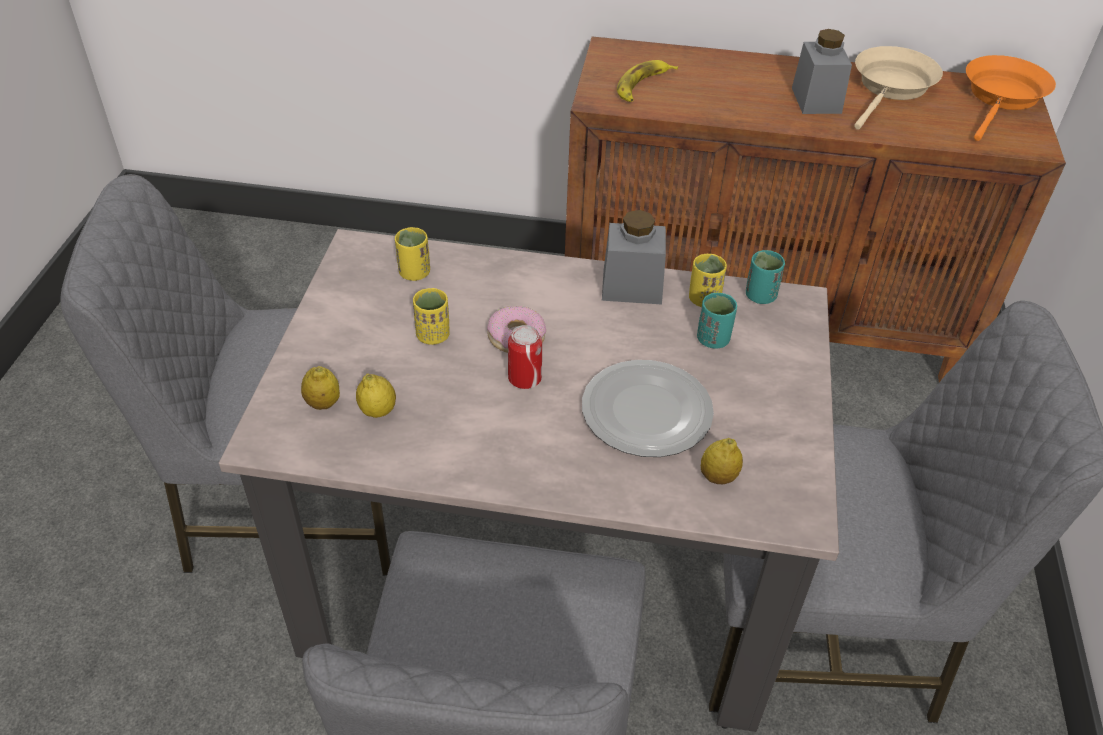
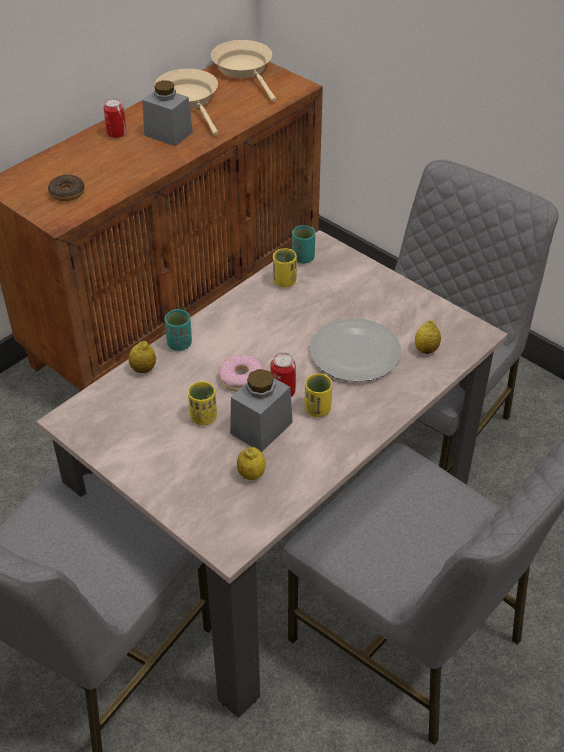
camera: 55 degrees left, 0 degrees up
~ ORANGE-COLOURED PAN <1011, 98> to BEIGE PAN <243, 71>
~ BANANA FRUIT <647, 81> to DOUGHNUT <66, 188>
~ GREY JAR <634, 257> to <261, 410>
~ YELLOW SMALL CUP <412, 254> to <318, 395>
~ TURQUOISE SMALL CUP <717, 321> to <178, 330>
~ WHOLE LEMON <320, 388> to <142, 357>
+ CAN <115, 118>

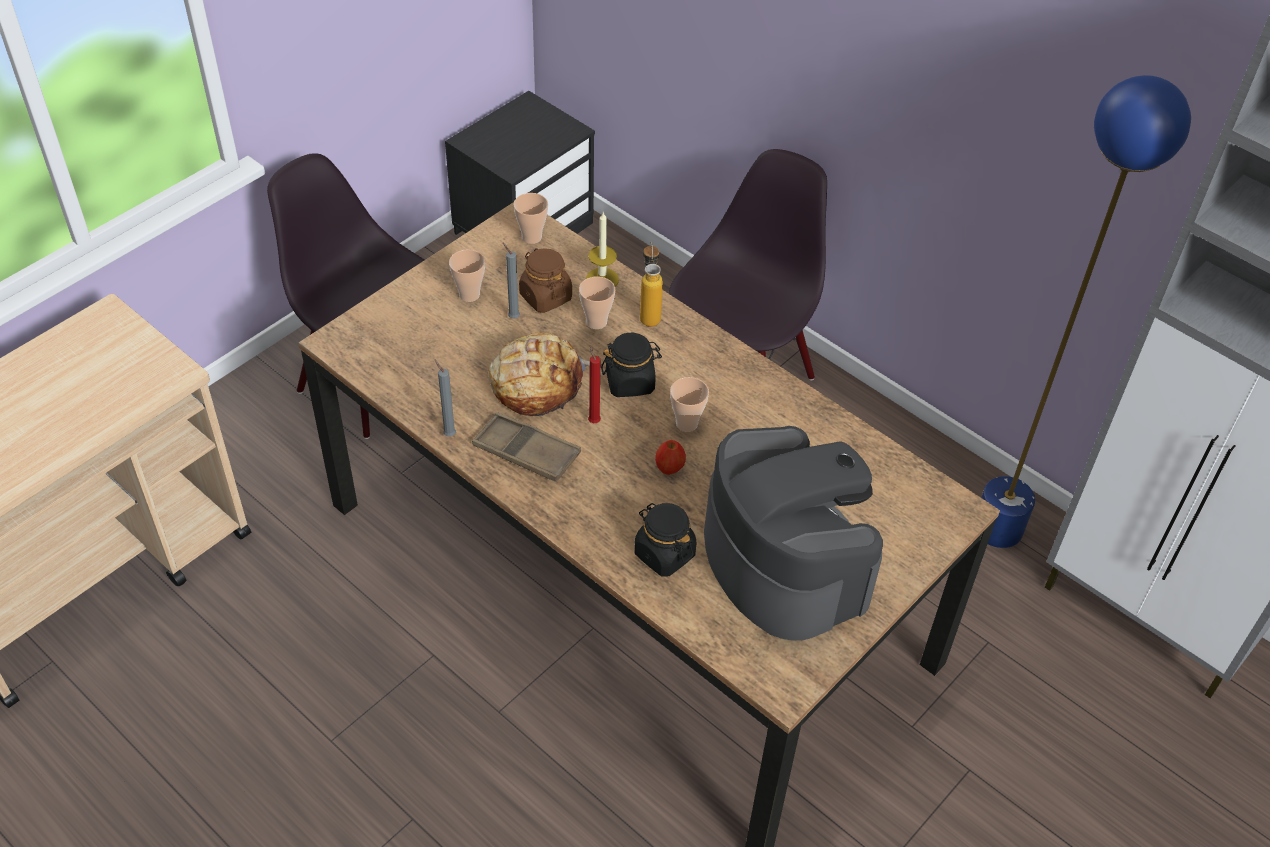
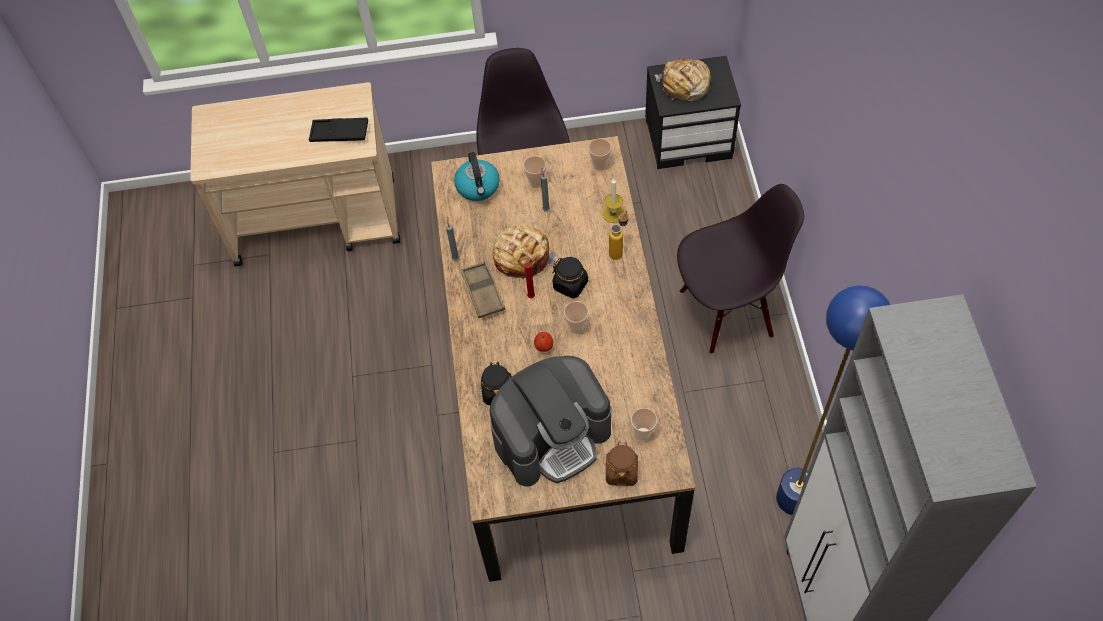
camera: 45 degrees right, 10 degrees up
~ BROWNISH JAR <545, 280> to <622, 464>
~ SMALL CUP <597, 302> to <644, 424>
~ COFFEE BREWER <793, 533> = <550, 421> 45 degrees clockwise
+ BREAD <683, 79>
+ BLACKISH TRAY <338, 130>
+ TEA KETTLE <477, 176>

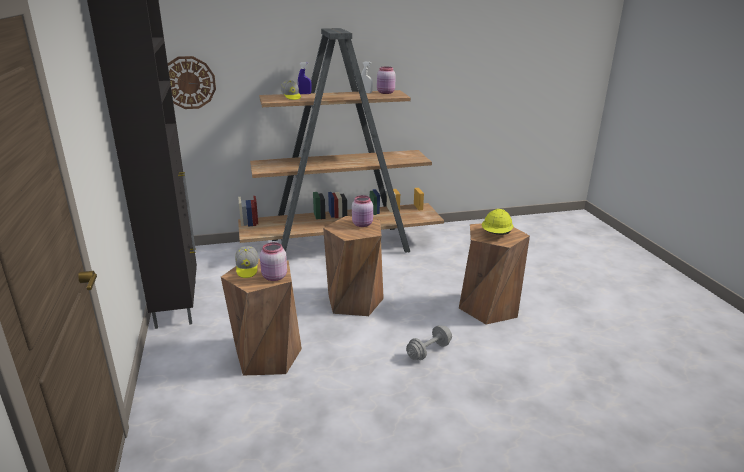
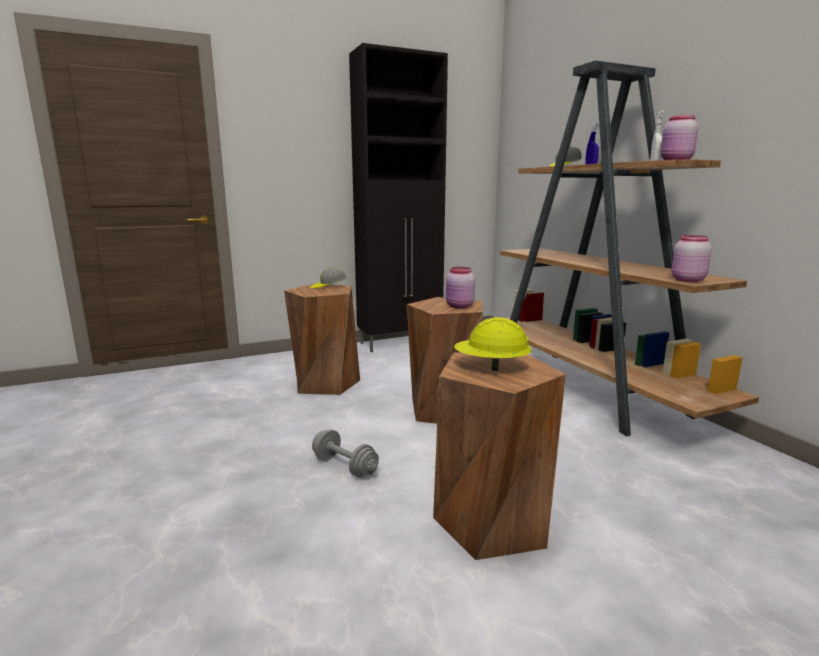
camera: 80 degrees right, 10 degrees down
- WALL CLOCK <192, 82>
~ PINKISH JAR <273, 261> to <691, 258>

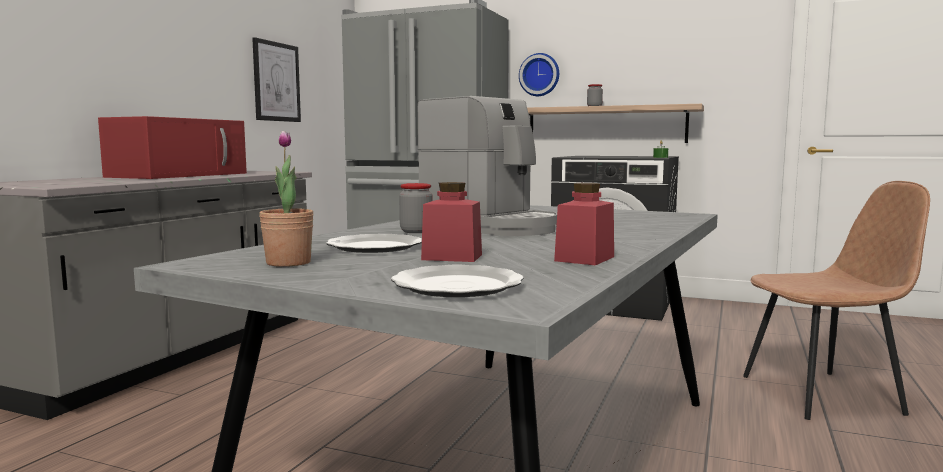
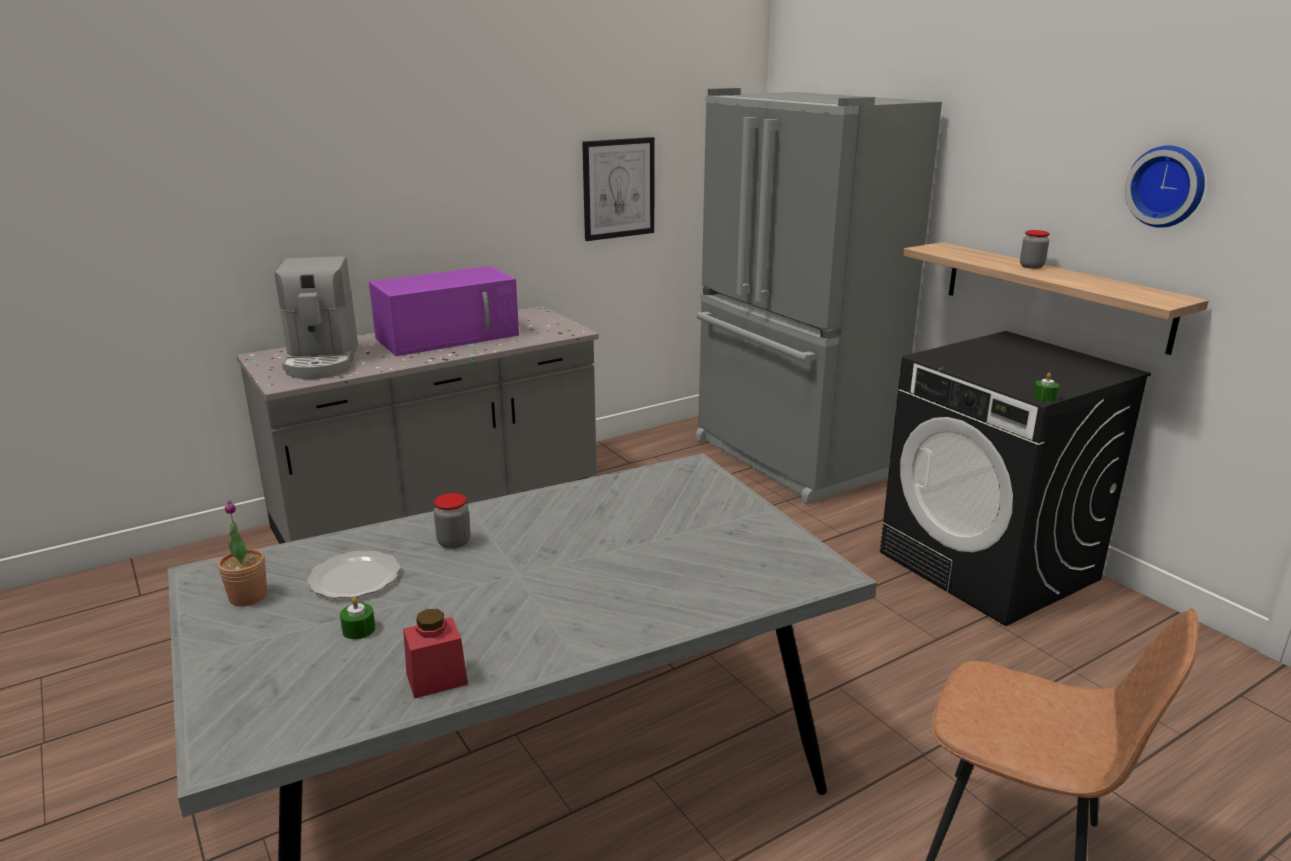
camera: 35 degrees right, 15 degrees up
~ WALL CLOCK <539, 74> to <1165, 186>
~ COFFEE BREWER <487, 166> to <316, 317>
~ RED-COLOURED KITCHEN MICROWAVE <172, 147> to PURPLISH KITCHEN MICROWAVE <444, 311>
~ RED-COLOURED JAR <451, 222> to GREENISH WAX CANDLE <357, 618>
- DINNER PLATE <457, 281>

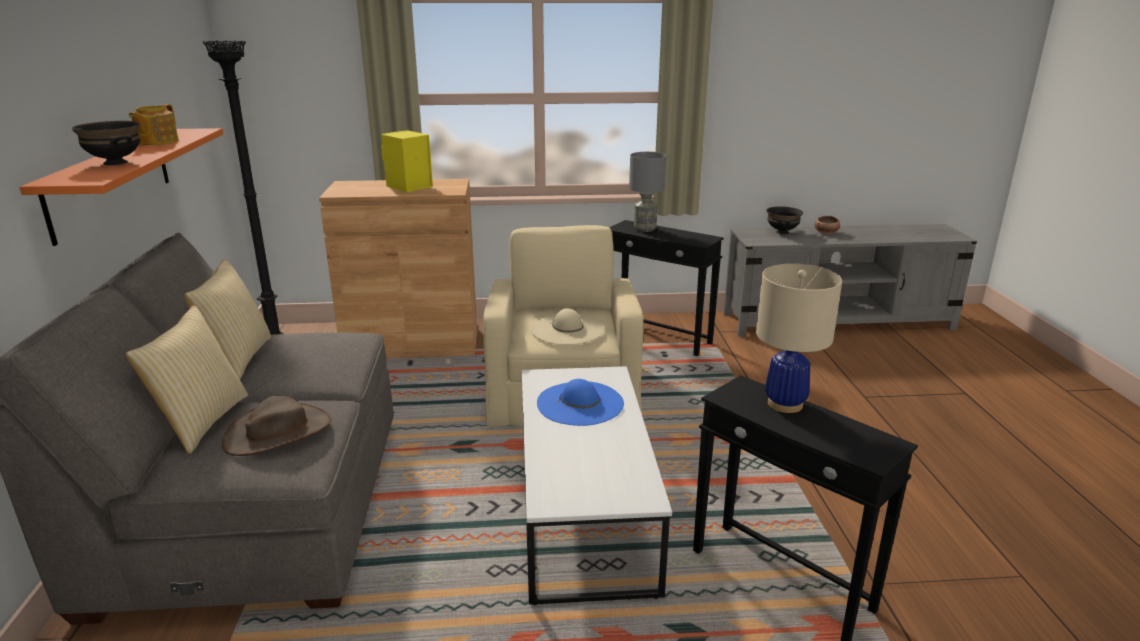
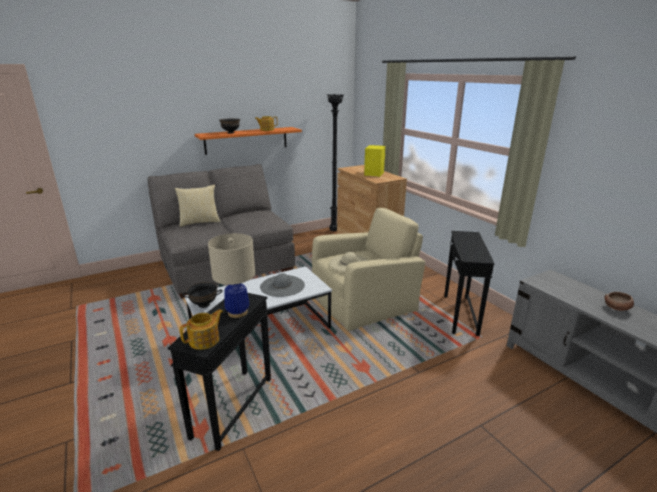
camera: 65 degrees right, 0 degrees up
- GREY TABLETOP LAMP <647, 192>
~ BLACKISH BOWL <785, 220> to <202, 295>
- THROW PILLOW <227, 319>
~ BLUE-COLOURED HAT <580, 402> to GREY HAT <282, 285>
- BROWNISH HAT <276, 426>
+ POT FOR TEA <201, 329>

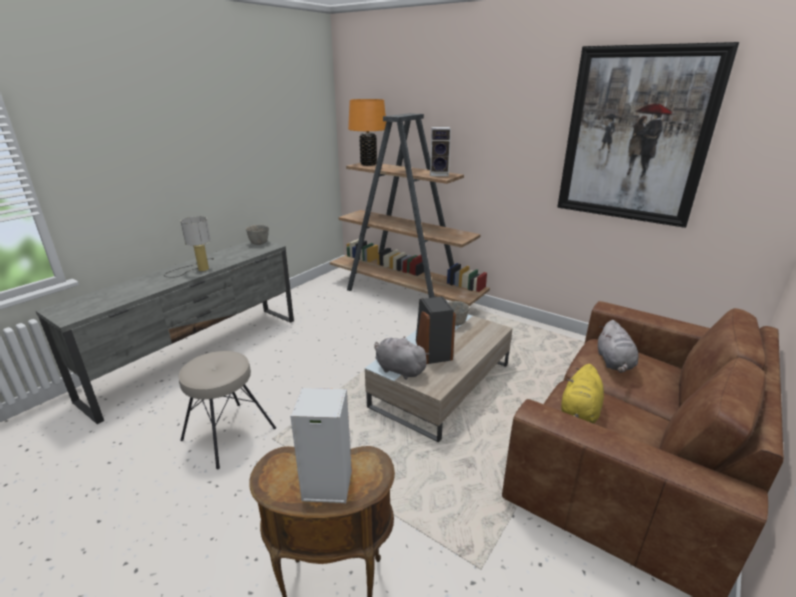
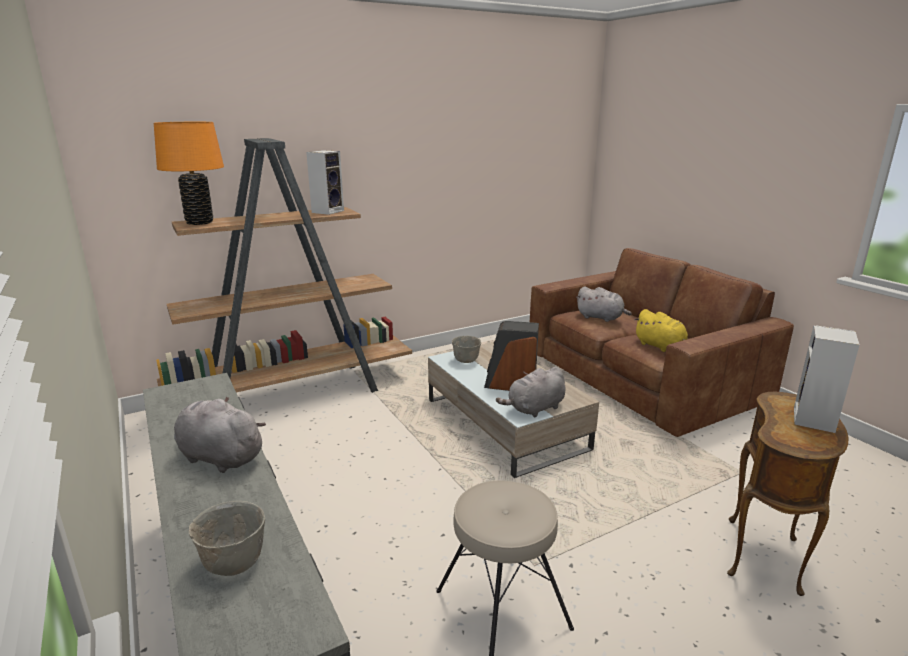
camera: 65 degrees left, 5 degrees down
- WALL ART <648, 135>
~ TABLETOP LAMP <189, 247> to GREY CUDDLY TOY <220, 434>
~ GREY BOWL <257, 234> to <227, 538>

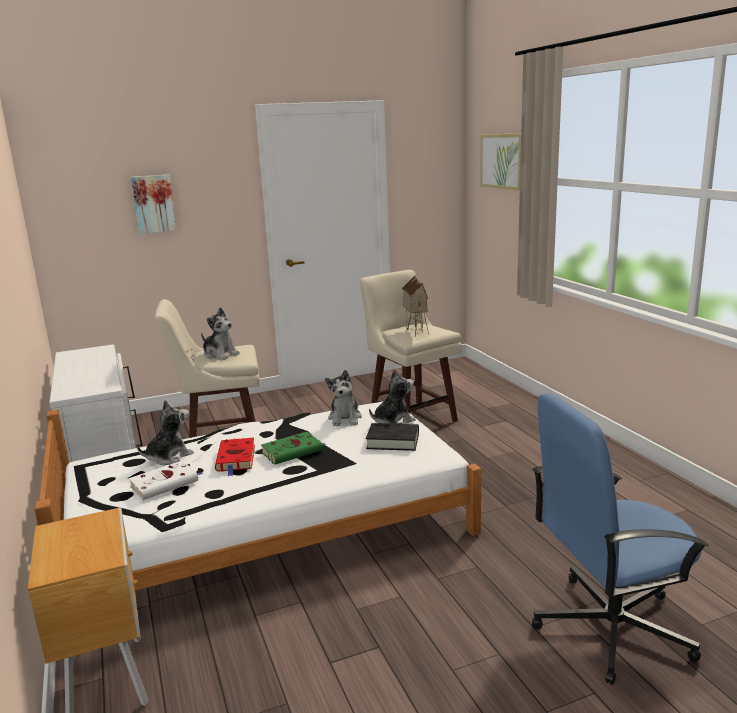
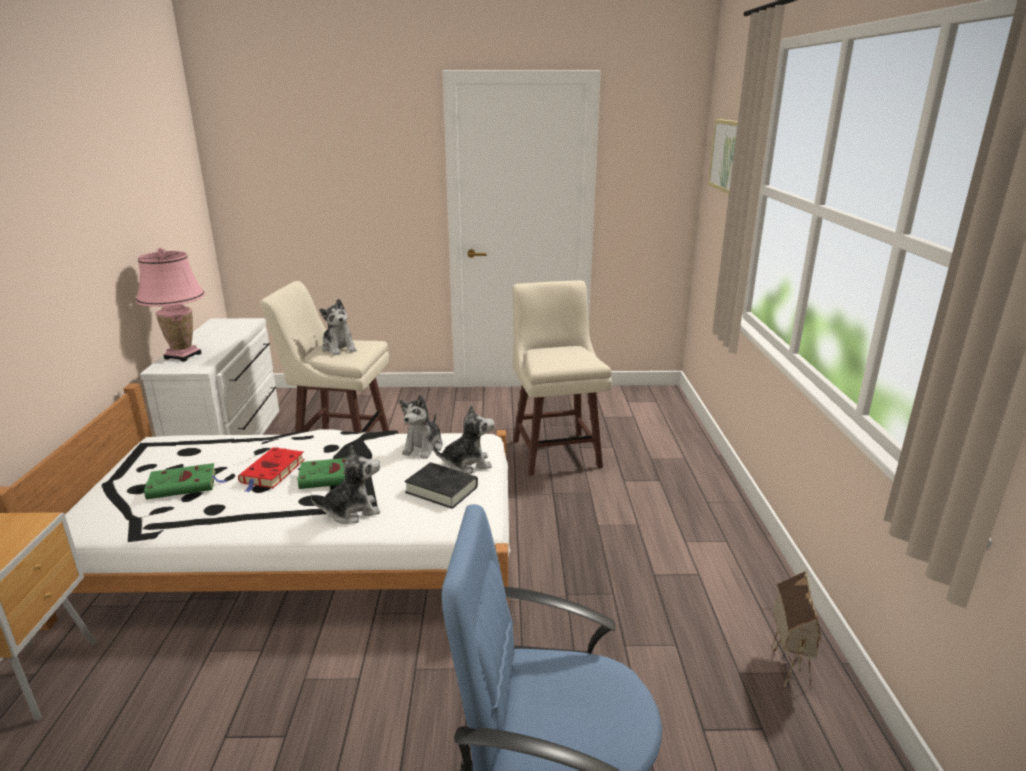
camera: 20 degrees right, 5 degrees up
- WALL ART <154, 204>
~ MODEL HOUSE <415, 306> to <797, 630>
~ CUDDLY TOY <165, 432> to <345, 484>
~ WHITE-COLOURED BOUND BOOK <166, 480> to GREENISH BOUND BOOK <185, 481>
+ PINKISH TABLETOP LAMP <170, 305>

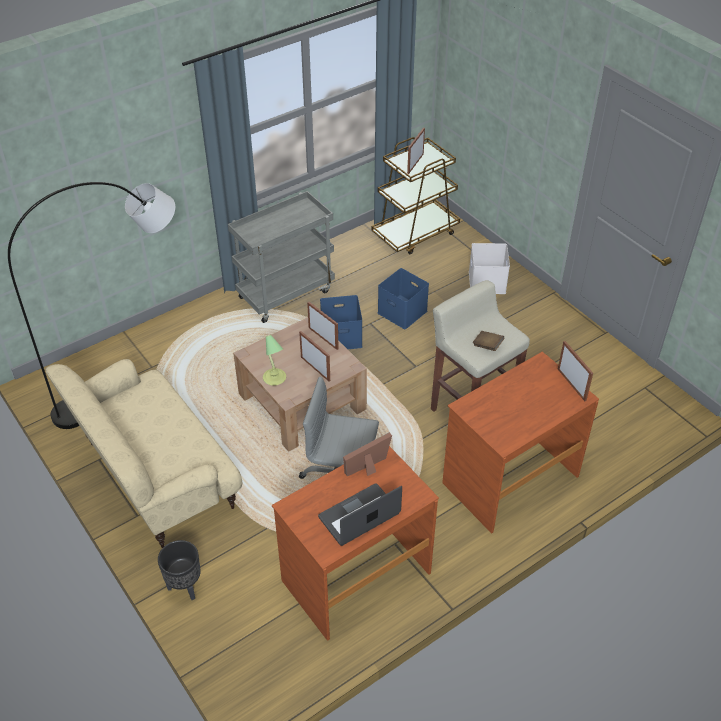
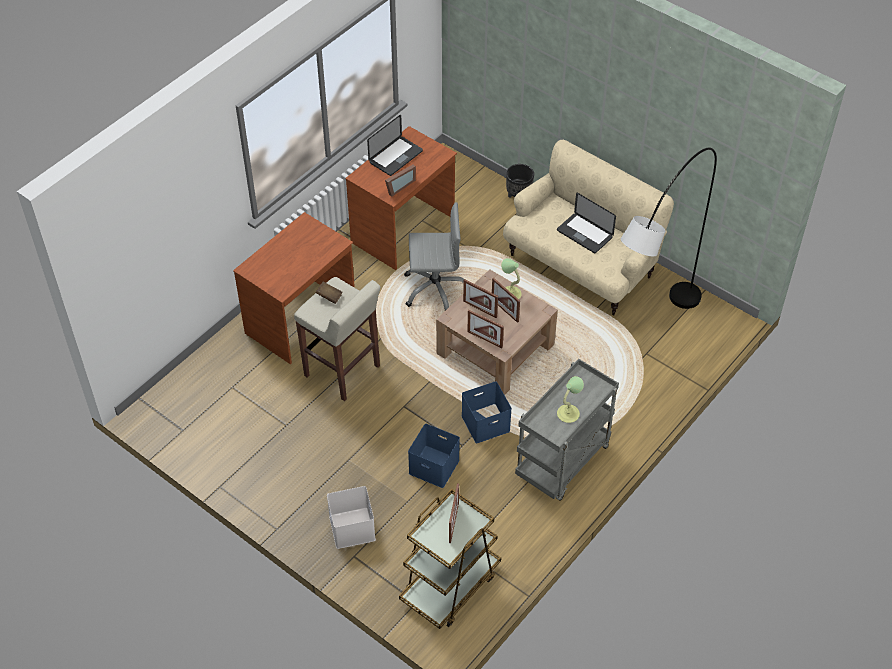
camera: 165 degrees right, 5 degrees up
~ STANDING FRAME <575, 371> to <506, 300>
+ NOTEBOOK COMPUTER <586, 223>
+ TABLETOP LAMP <570, 399>

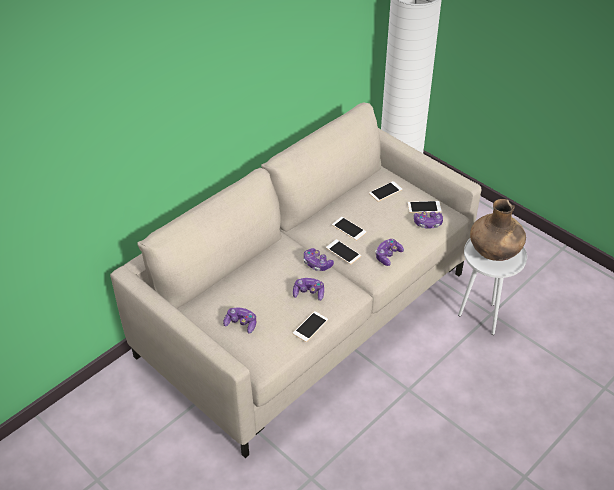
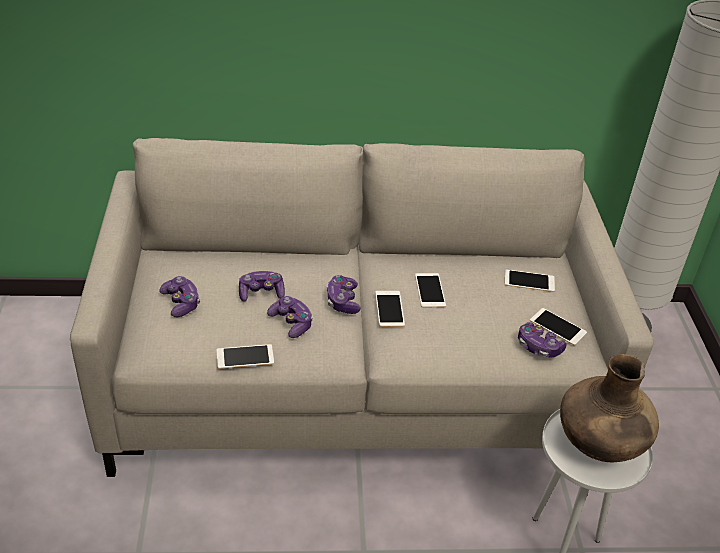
camera: 40 degrees right, 5 degrees down
~ JOYPAD <389, 252> to <262, 286>

